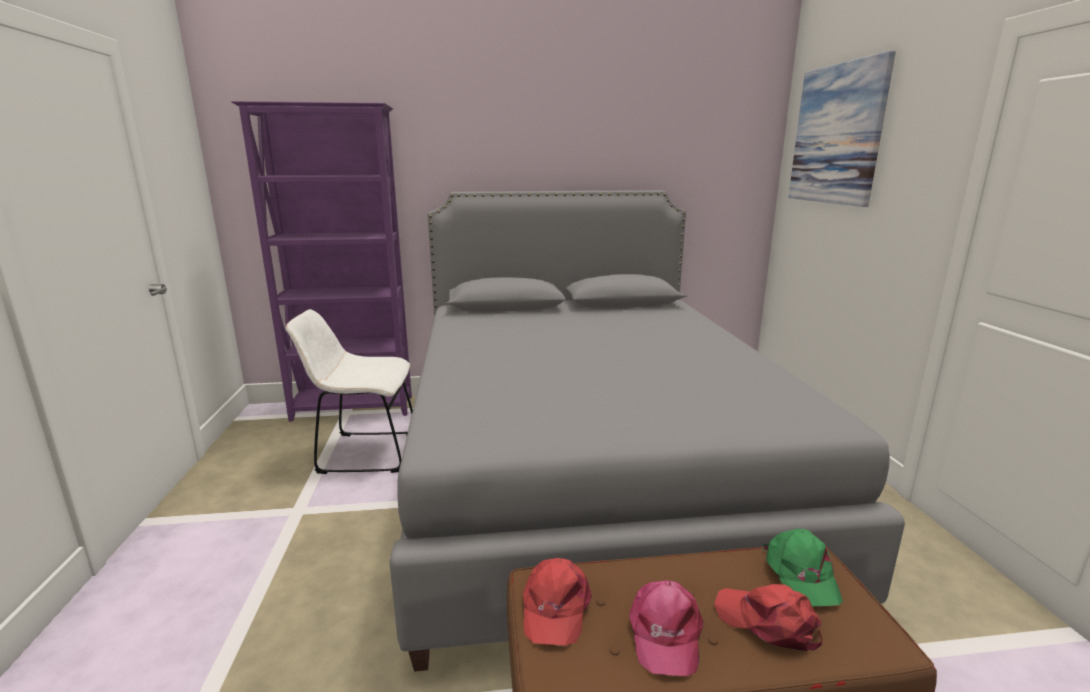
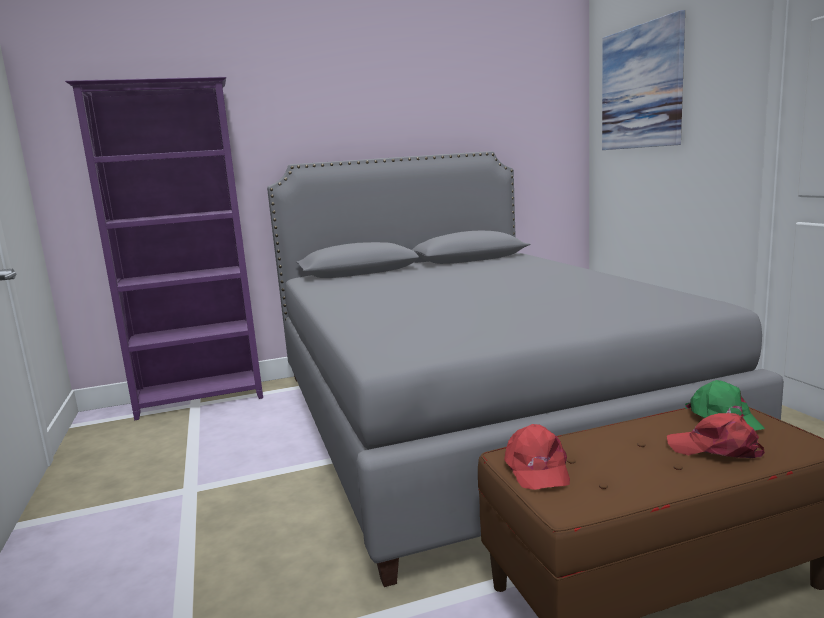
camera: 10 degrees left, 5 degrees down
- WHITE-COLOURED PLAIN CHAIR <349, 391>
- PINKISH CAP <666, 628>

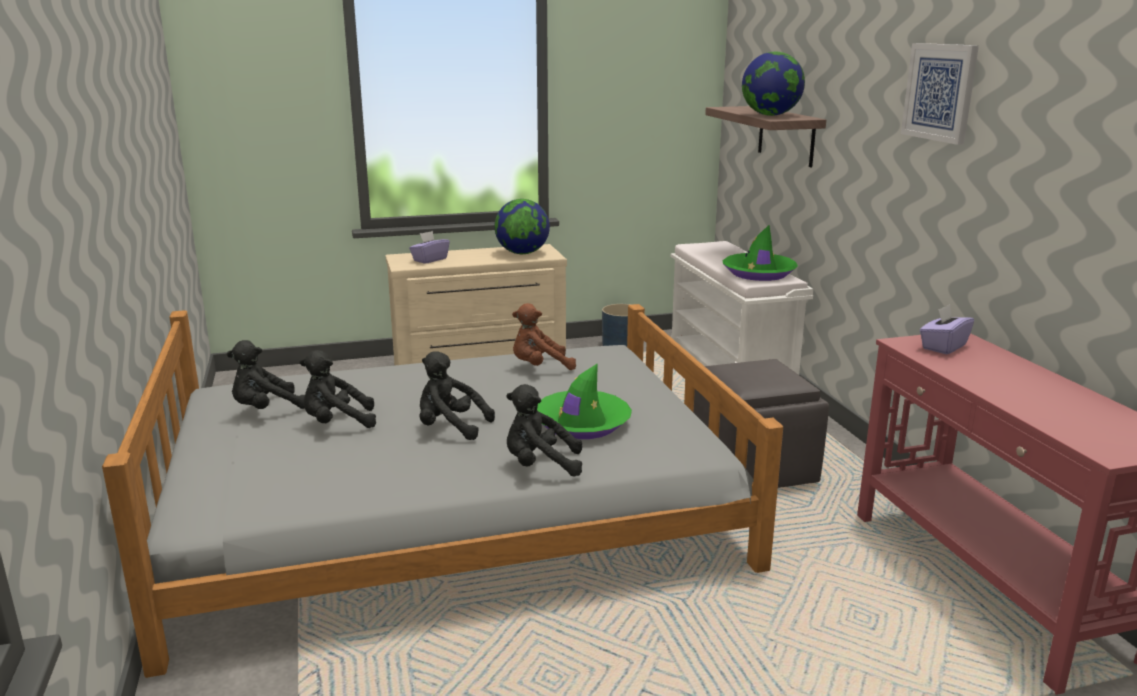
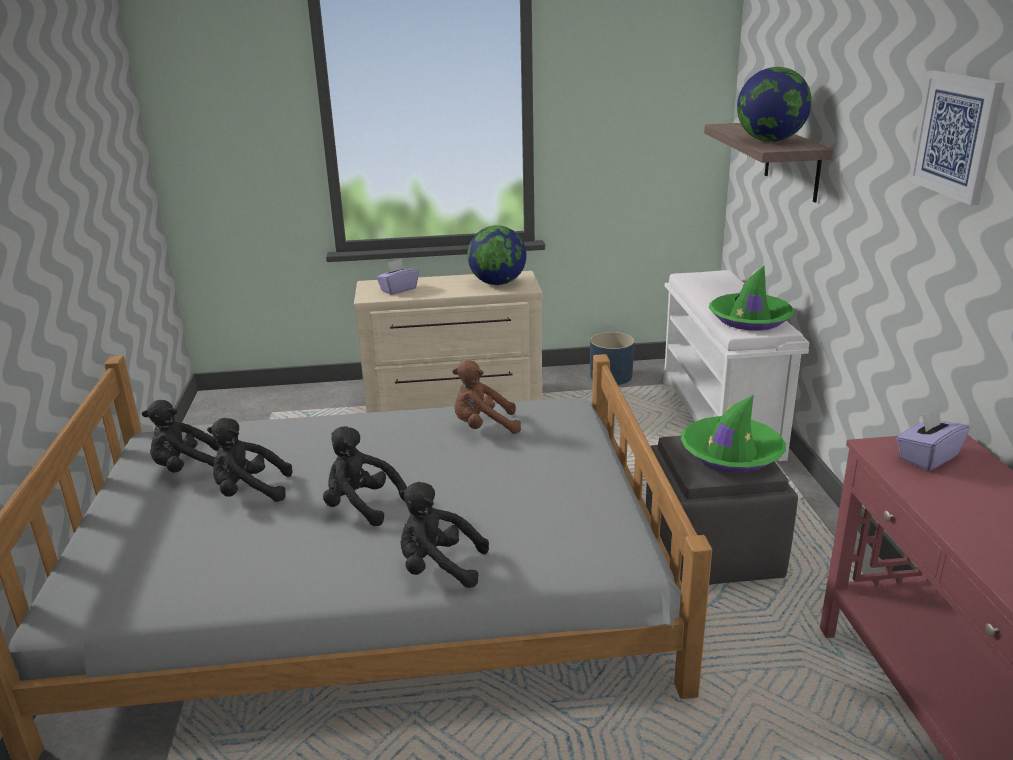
camera: 10 degrees right, 5 degrees up
~ GREENISH HAT <584, 401> to <733, 434>

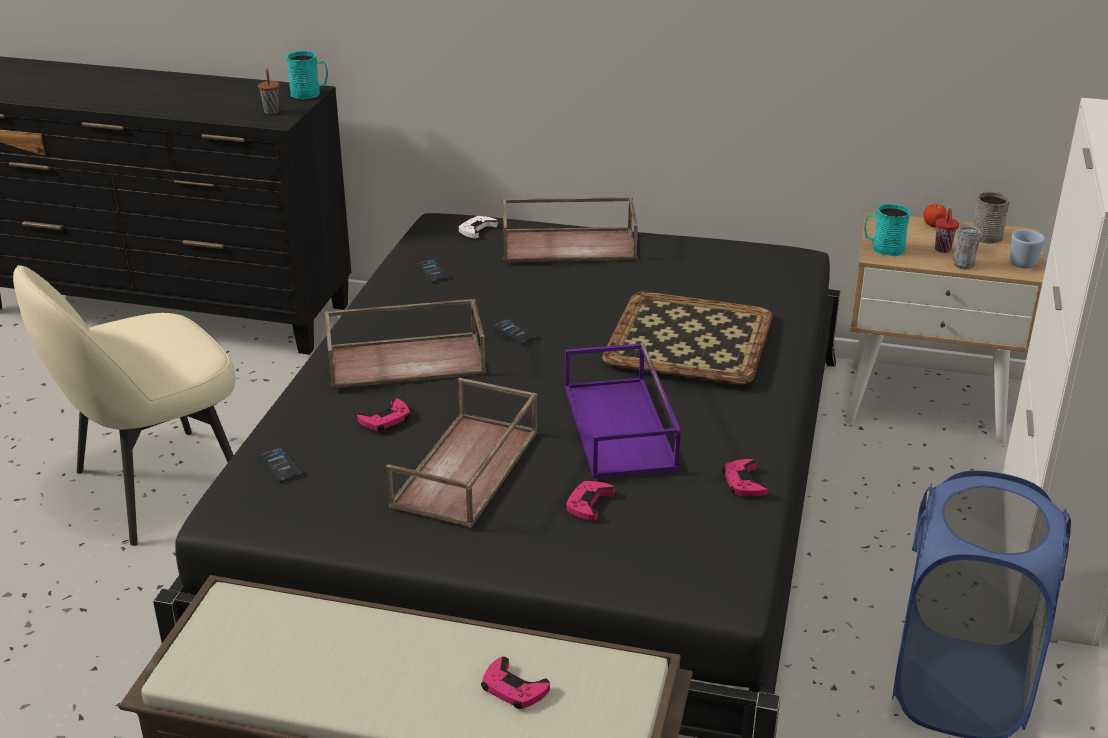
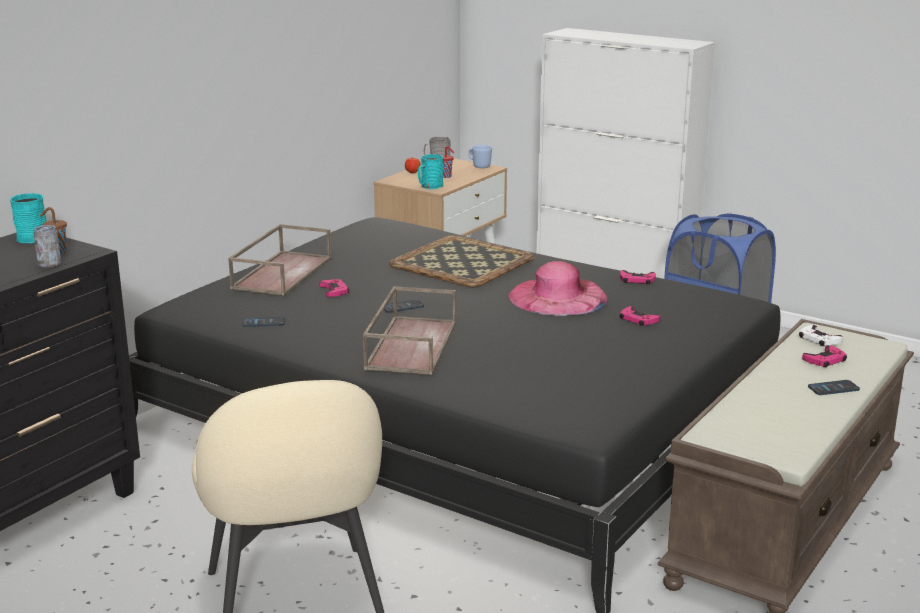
camera: 70 degrees left, 10 degrees down
~ WHITE-COLOURED JOYPAD <478, 227> to <821, 335>
~ CAN <966, 247> to <47, 246>
~ PURPLISH TRAY <623, 410> to PINKISH HAT <558, 288>
- BROWNISH TRAY <462, 453>
~ PINKISH JOYPAD <383, 415> to <334, 288>
~ PHONE <281, 465> to <834, 387>

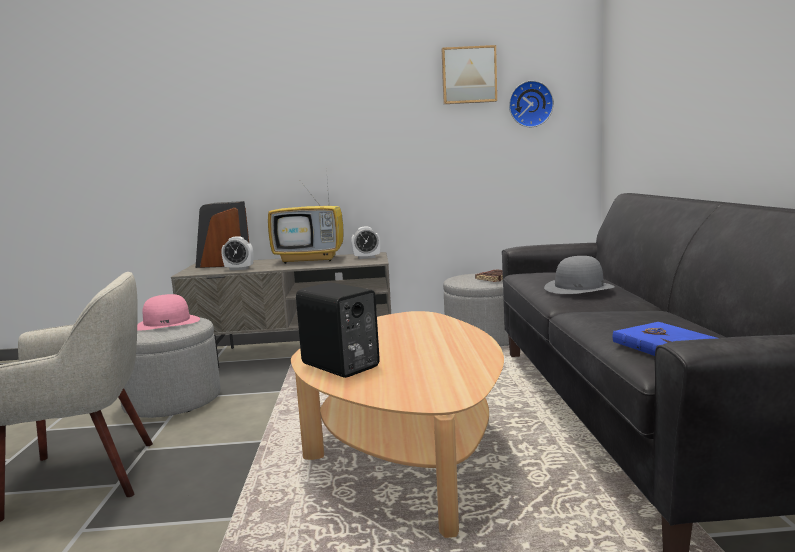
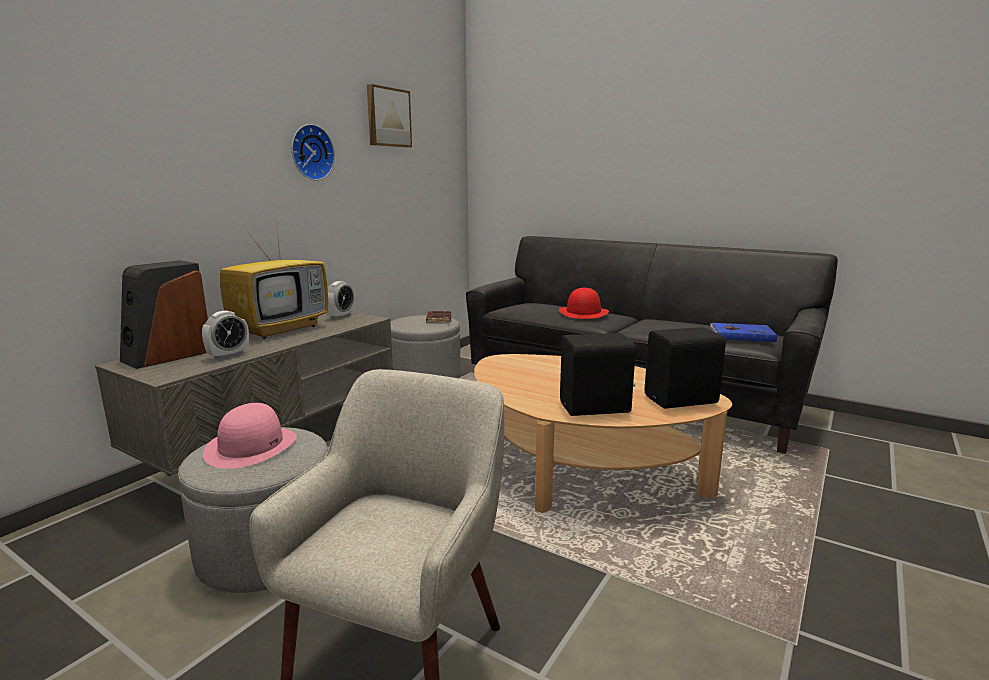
camera: 55 degrees left, 5 degrees up
~ WALL CLOCK <531, 103> to <313, 152>
~ GREY HAT <579, 275> to RED-COLOURED HAT <584, 303>
+ BLACKISH AUDIO SPEAKER <685, 368>

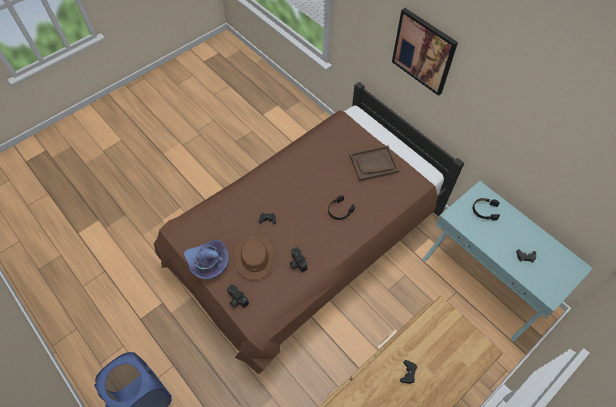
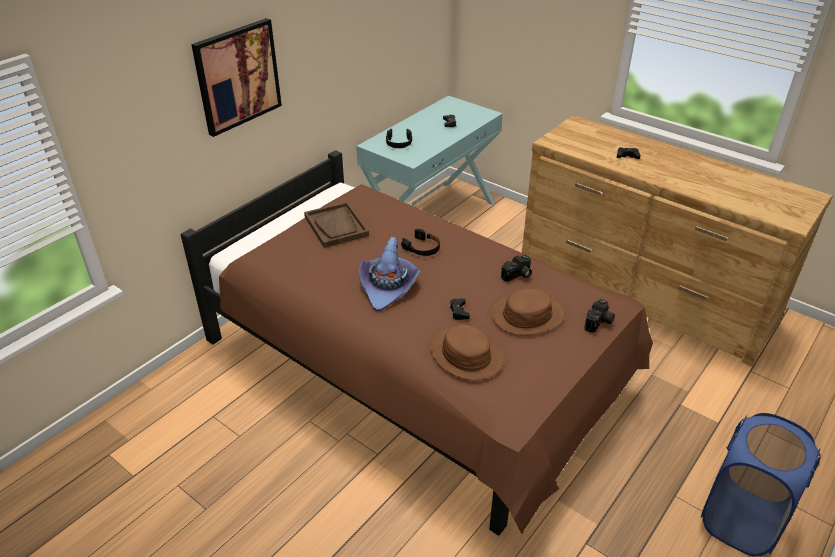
camera: 100 degrees left, 20 degrees down
~ PURPLISH HAT <206, 259> to <389, 274>
+ BROWNISH HAT <467, 352>

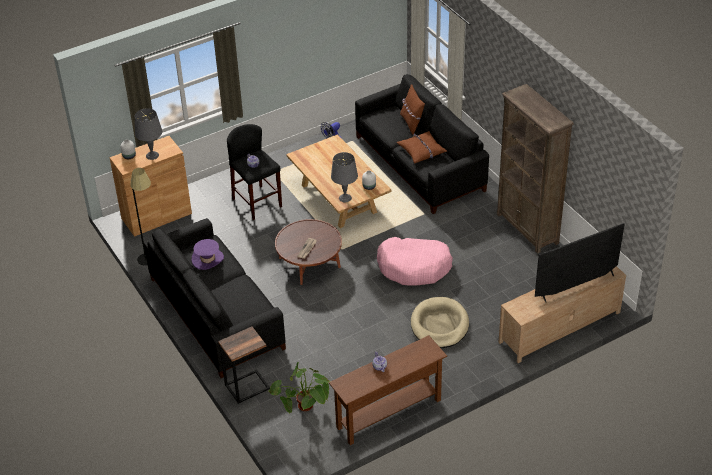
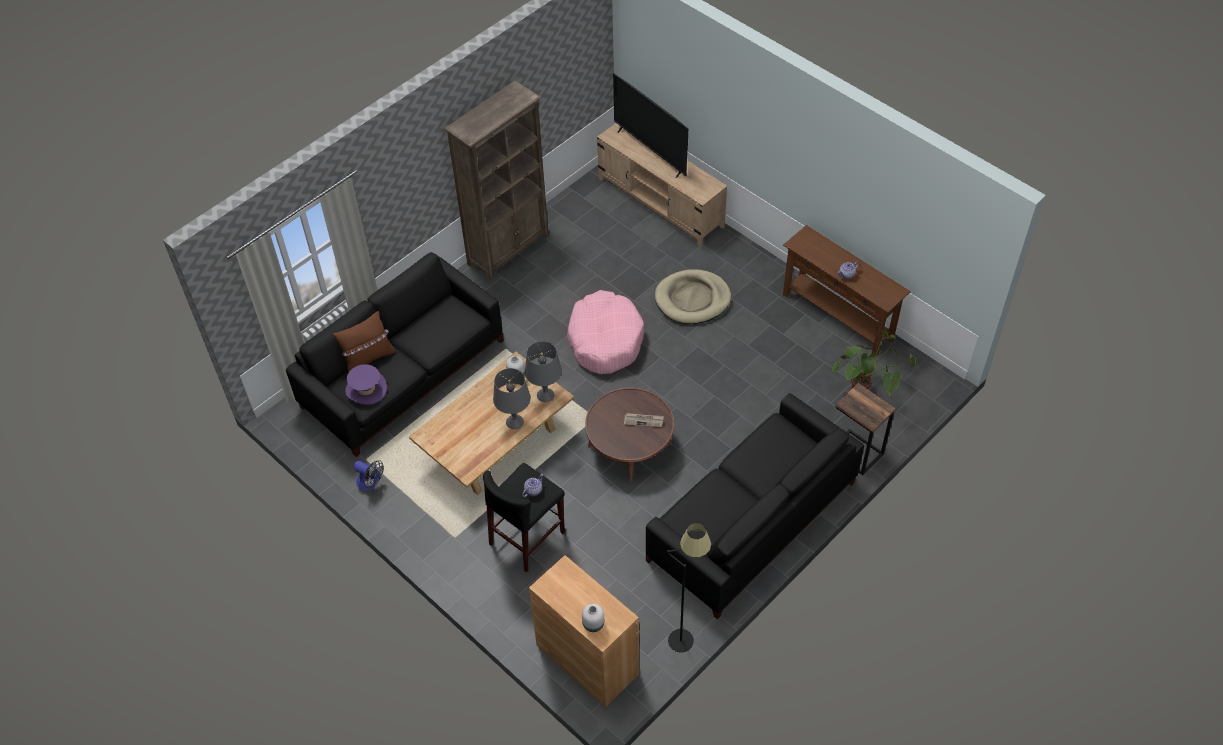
camera: 105 degrees left, 10 degrees up
~ GREY TABLETOP LAMP <148, 134> to <512, 398>
- BROWNISH THROW PILLOW <422, 147>
~ PURPLISH HAT <208, 254> to <366, 384>

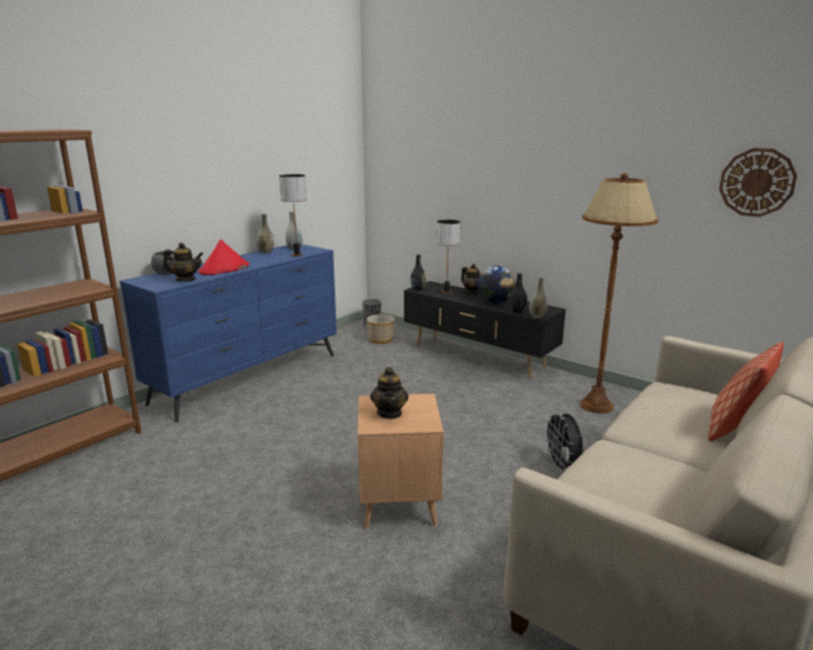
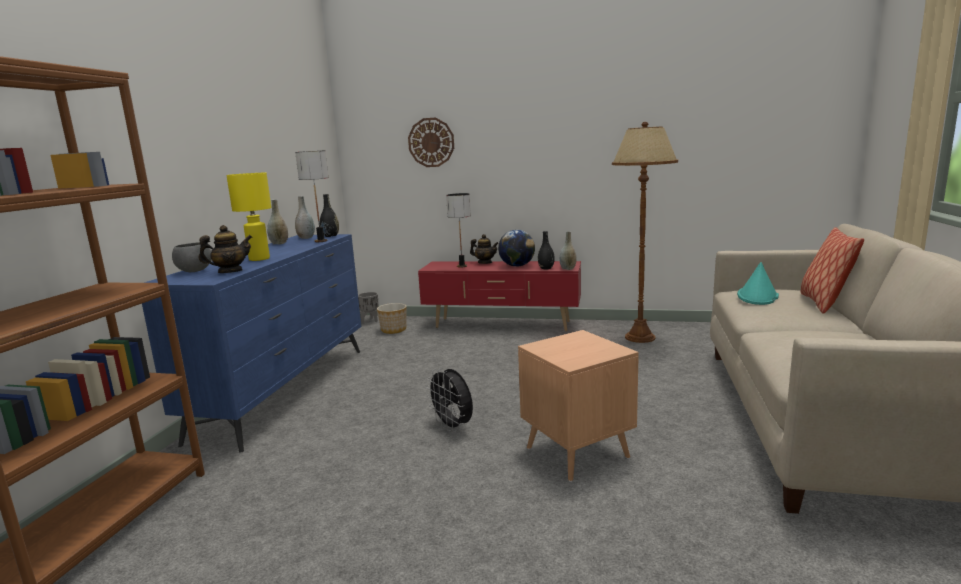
camera: 25 degrees left, 5 degrees down
~ WALL CLOCK <758, 182> to <431, 142>
~ RED-COLOURED HAT <223, 257> to YELLOW TABLETOP LAMP <248, 217>
~ BLACKISH DECORATIVE VASE <418, 272> to <329, 215>
~ BLACKISH TV STAND <485, 330> to RED-COLOURED TV STAND <499, 296>
- POT FOR TEA <389, 393>
~ BLACKISH ELECTRIC FAN <563, 442> to <449, 400>
+ TURQUOISE HAT <758, 283>

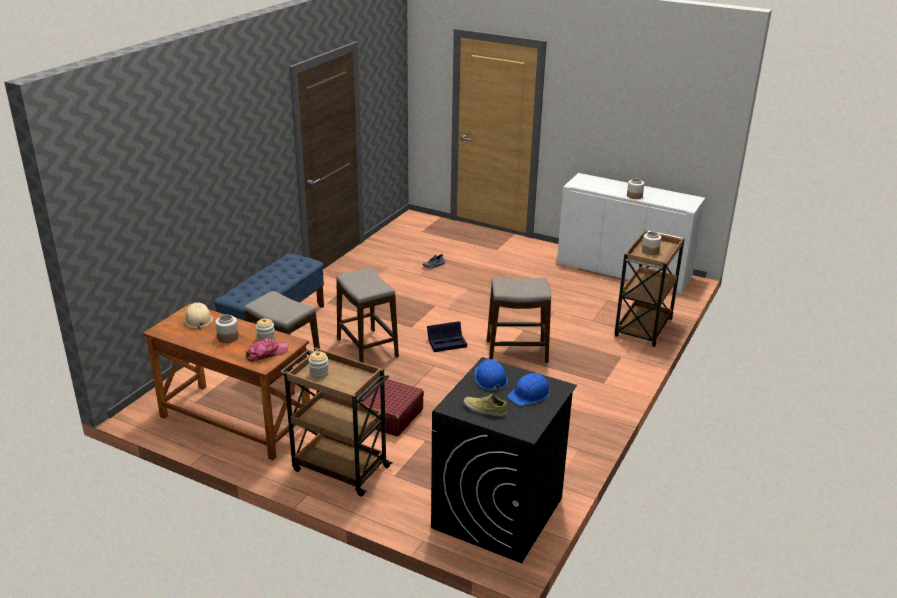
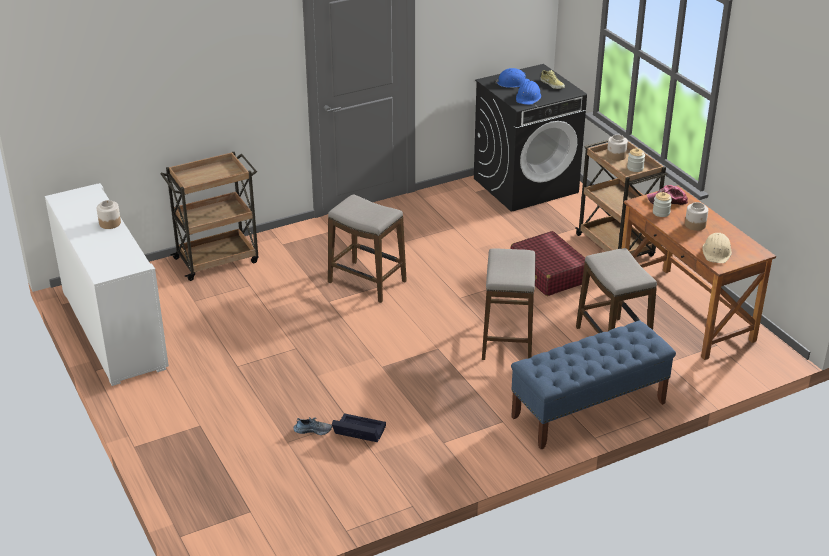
camera: 145 degrees left, 5 degrees up
~ JAR <652, 243> to <617, 148>
~ BLACKISH STORAGE BIN <447, 336> to <359, 427>

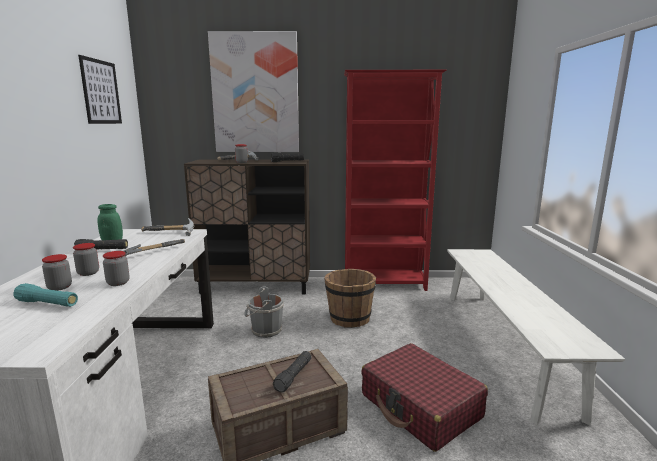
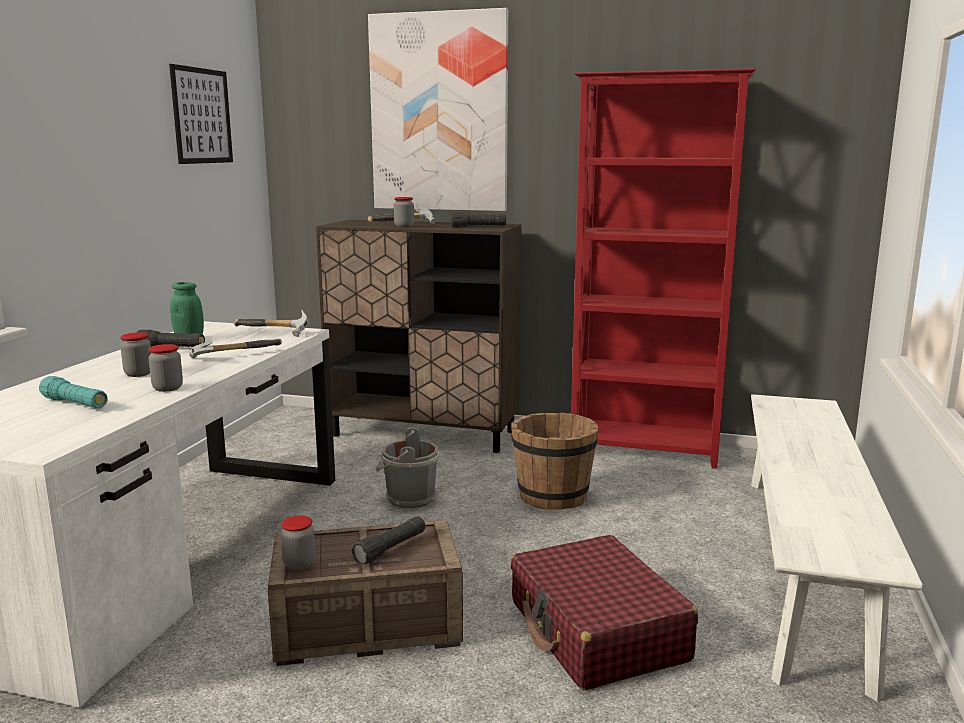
camera: 15 degrees right, 0 degrees up
~ JAR <57, 272> to <298, 543>

